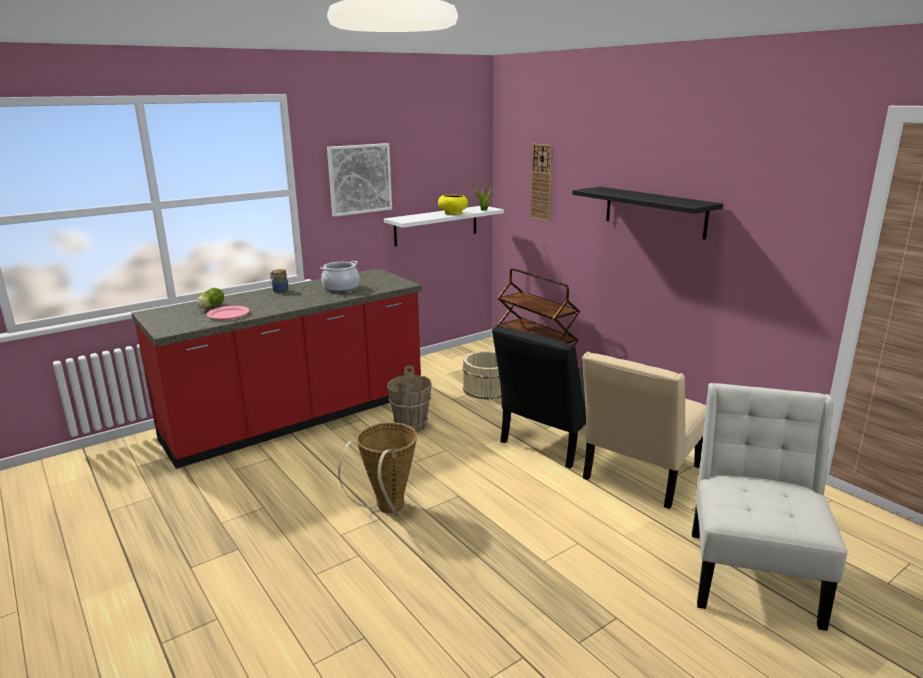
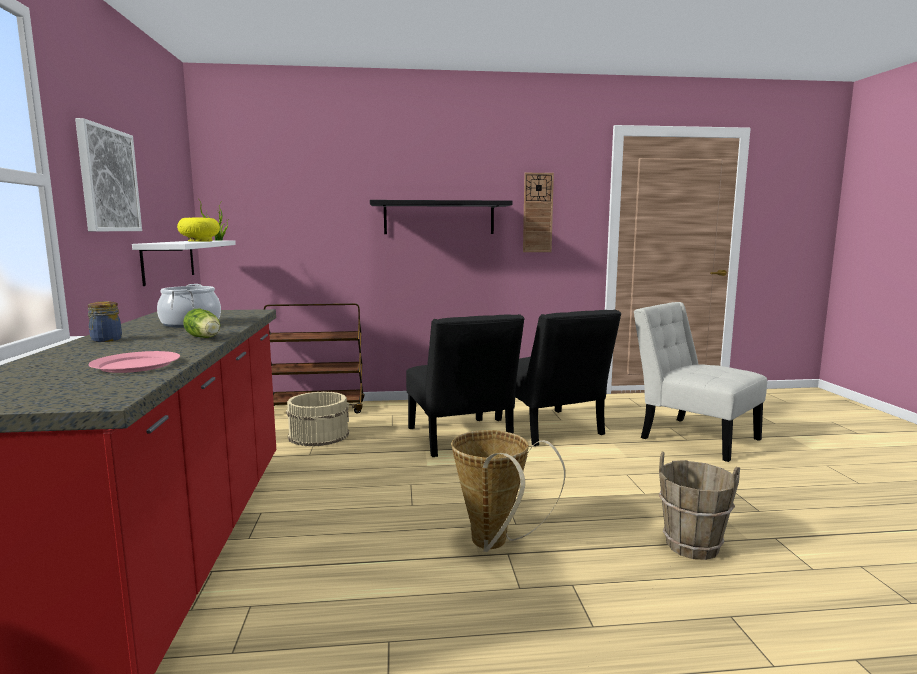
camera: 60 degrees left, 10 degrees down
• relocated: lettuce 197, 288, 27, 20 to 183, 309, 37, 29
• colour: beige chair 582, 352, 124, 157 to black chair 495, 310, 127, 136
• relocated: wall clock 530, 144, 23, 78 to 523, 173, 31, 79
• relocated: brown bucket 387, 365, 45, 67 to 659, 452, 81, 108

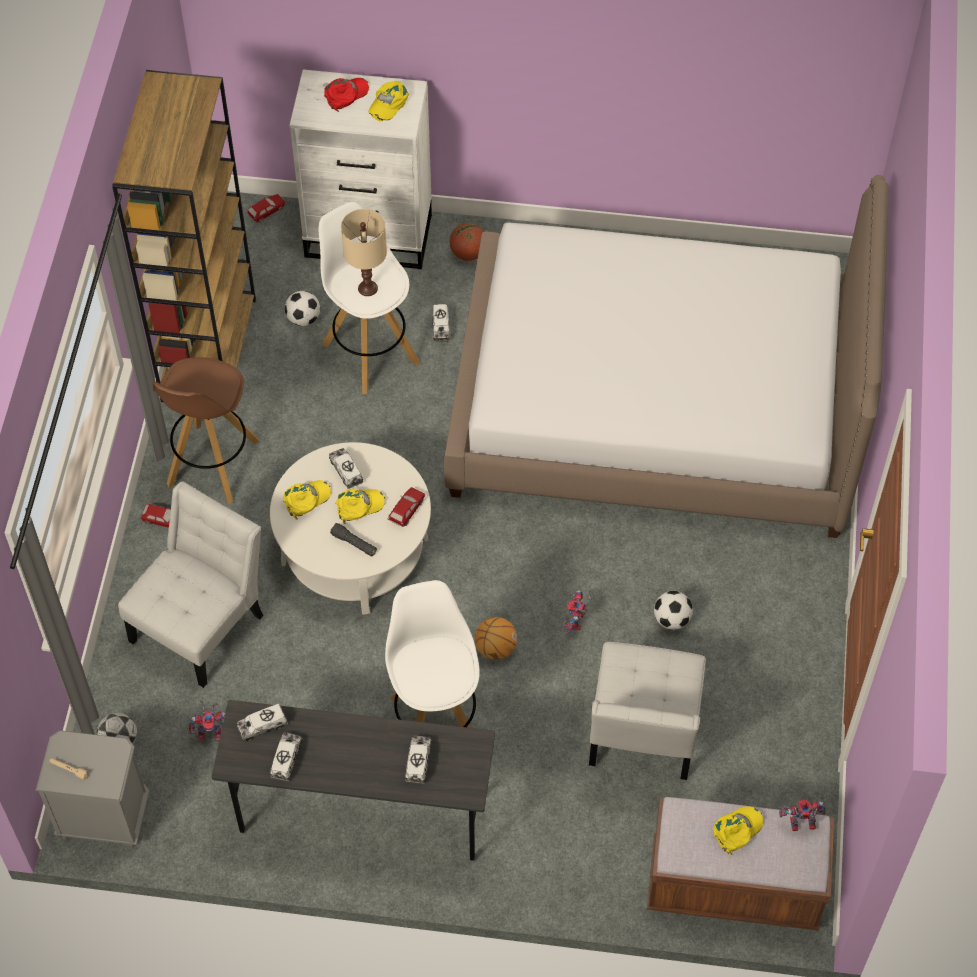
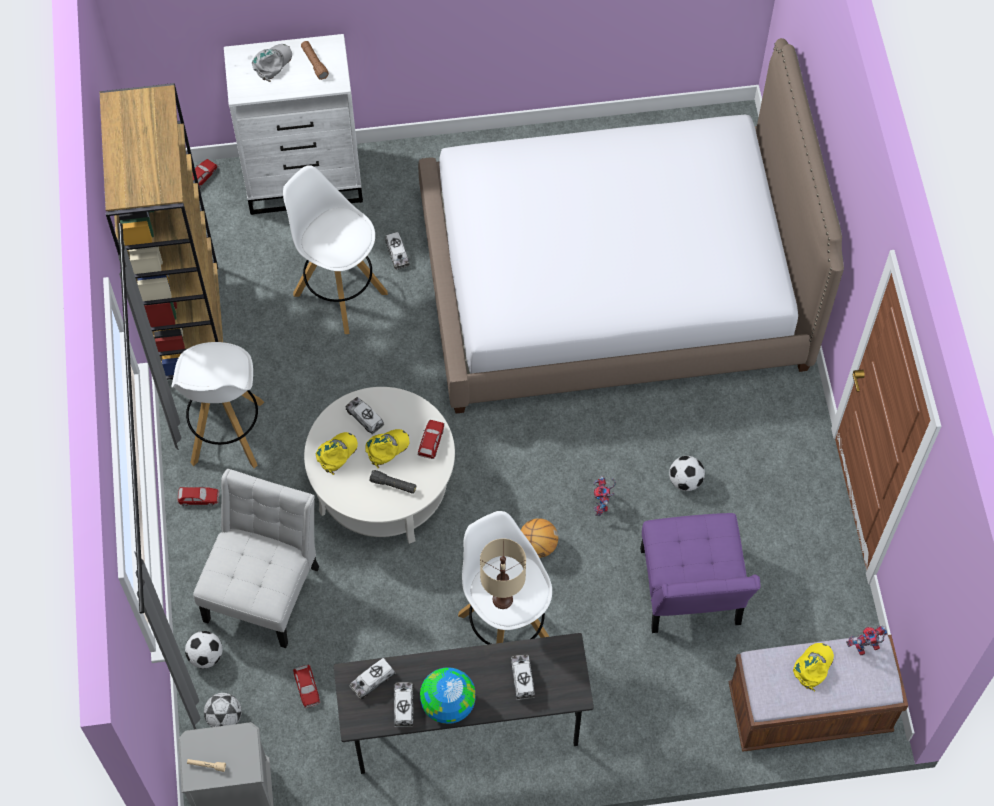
camera: 15 degrees left, 5 degrees up
• colour: brown stool 152, 357, 108, 147 to white stool 171, 342, 93, 126
• relocated: football 285, 291, 35, 35 to 185, 631, 38, 37
• colour: red cap 324, 78, 45, 34 to grey cap 252, 44, 40, 38
• exchanged: toy robot 189, 700, 36, 42 to toy car 293, 665, 27, 43
• exchanged: yellow cap 368, 81, 41, 40 to brown flashlight 301, 41, 28, 39
• appeared: globe 420, 667, 55, 57
• relocated: beige table lamp 341, 209, 46, 87 to 480, 539, 46, 70
• colour: white chair 589, 642, 117, 138 to purple chair 640, 513, 121, 120
• missing: basketball 450, 223, 34, 38

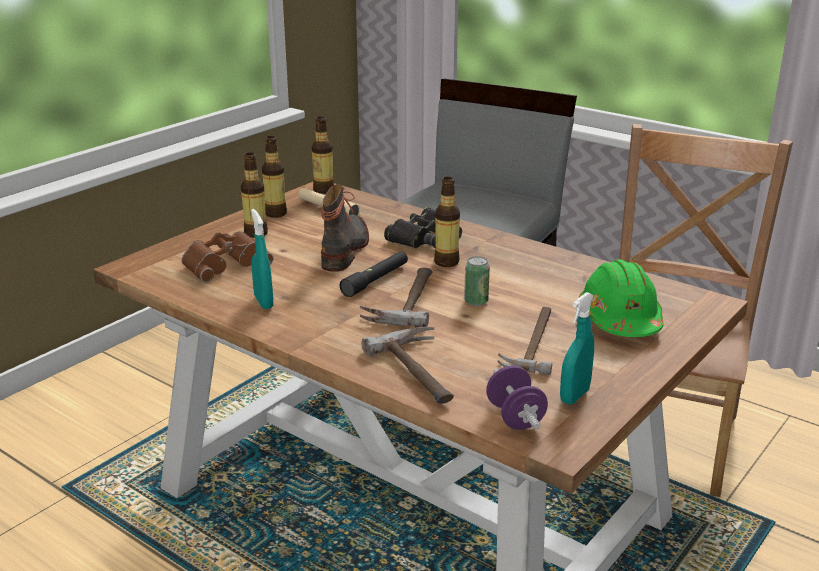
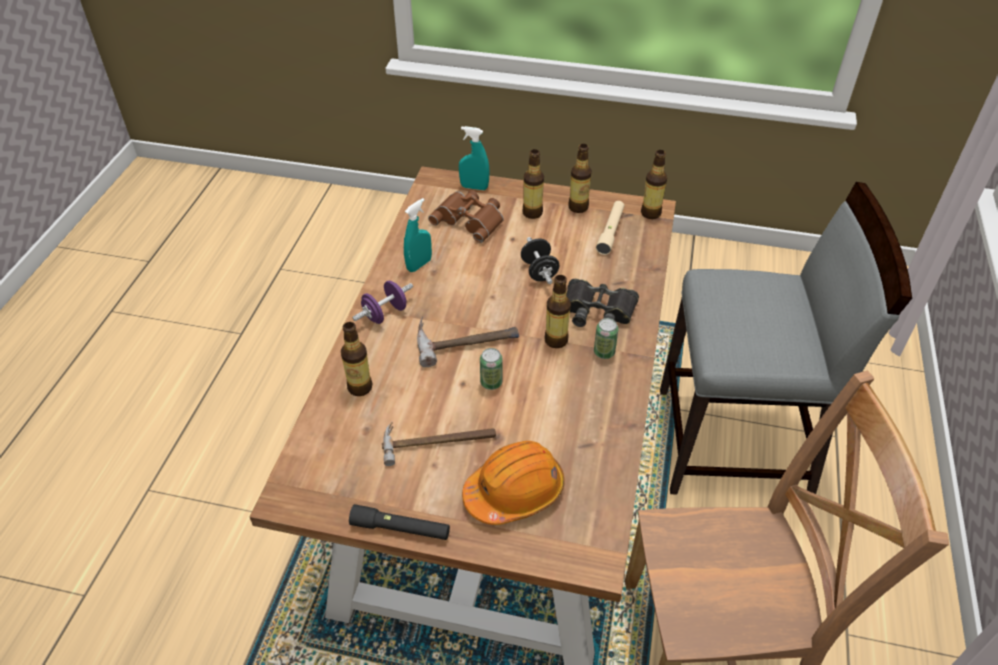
camera: 65 degrees right, 20 degrees up
• exchanged: hammer 361, 327, 93, 77 to bottle 341, 322, 31, 74
• relocated: black flashlight 340, 251, 68, 46 to 349, 504, 101, 36
• relocated: purple dumbbell 486, 366, 62, 64 to 352, 281, 61, 43
• relocated: turquoise spray bottle 560, 292, 34, 112 to 459, 126, 30, 64
• colour: green hard hat 579, 259, 84, 78 to orange hard hat 462, 441, 103, 84
• exchanged: boot 321, 184, 48, 88 to black dumbbell 521, 237, 38, 47
• appeared: can 594, 318, 24, 41

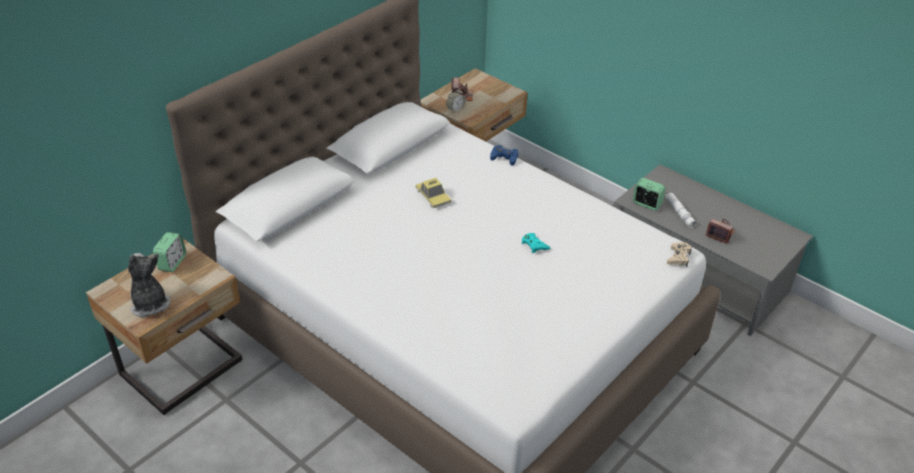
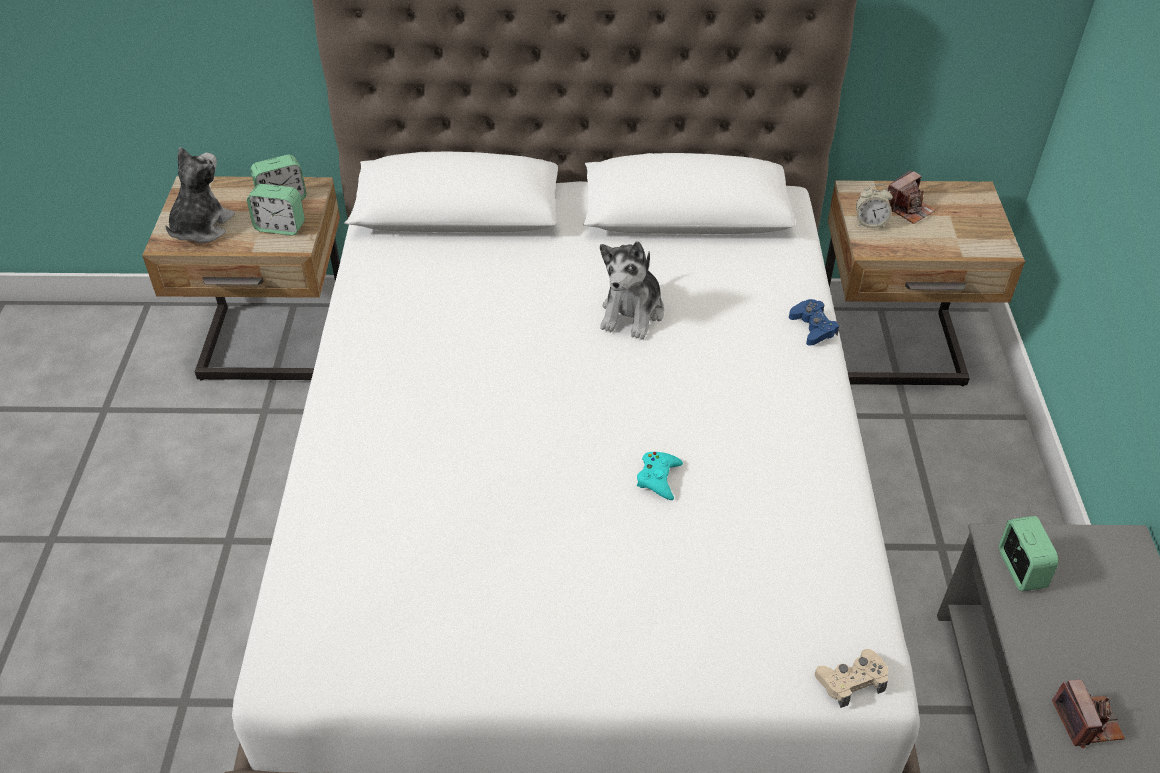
camera: 50 degrees right, 5 degrees up
• appeared: alarm clock 247, 184, 58, 51
• exchanged: toy car 416, 178, 35, 30 to plush toy 600, 241, 64, 99
• missing: white flashlight 665, 193, 31, 35

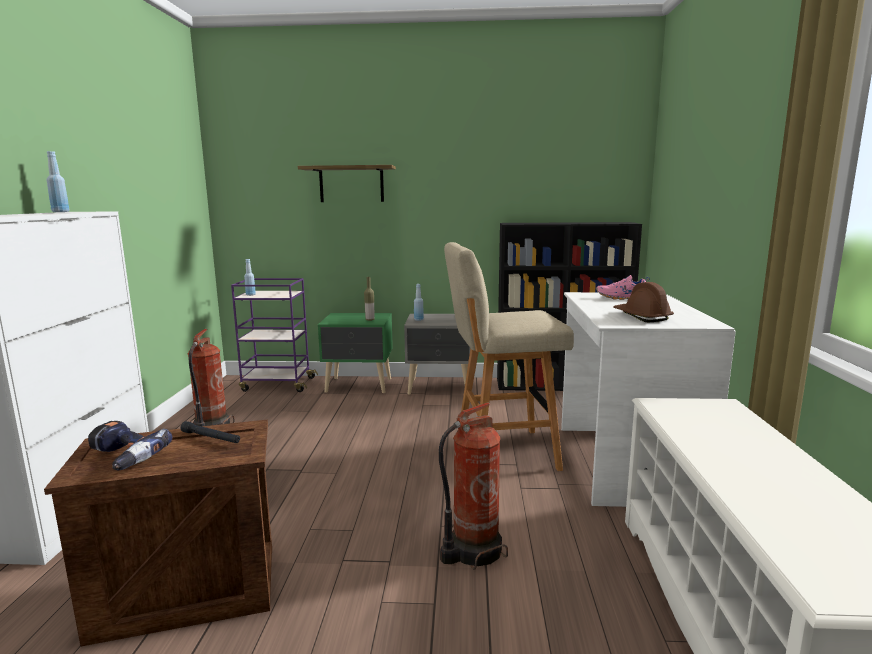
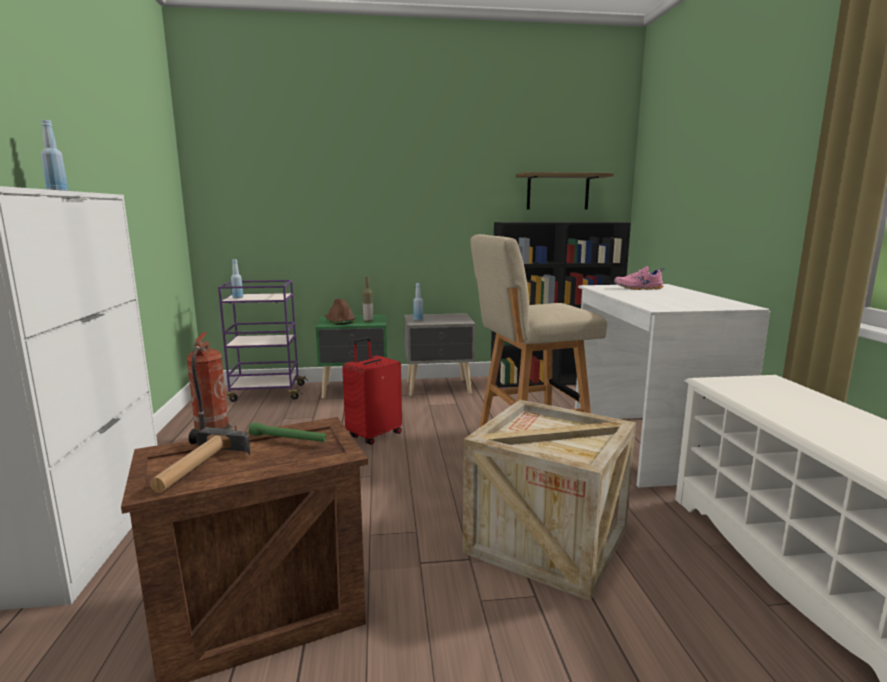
camera: 10 degrees left, 0 degrees up
• exchanged: power drill 88, 421, 85, 50 to hammer 150, 427, 100, 66
• colour: black flashlight 180, 421, 60, 22 to green flashlight 249, 423, 77, 19
• relocated: brown hard hat 613, 282, 61, 40 to 324, 299, 32, 26
• appeared: red suitcase 342, 337, 60, 108
• exchanged: fire extinguisher 439, 403, 69, 167 to crate 463, 400, 173, 201
• relocated: shelf 298, 165, 98, 37 to 515, 172, 99, 38

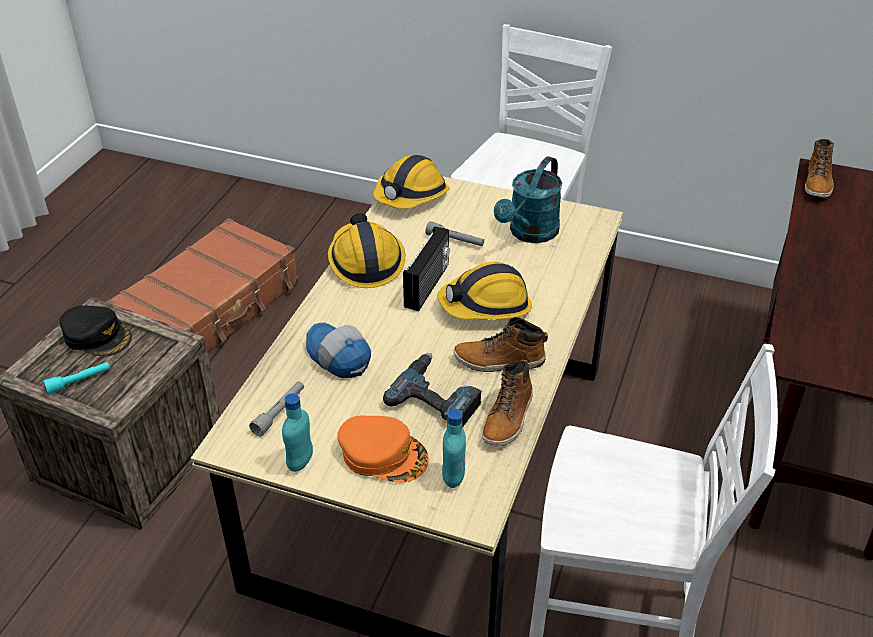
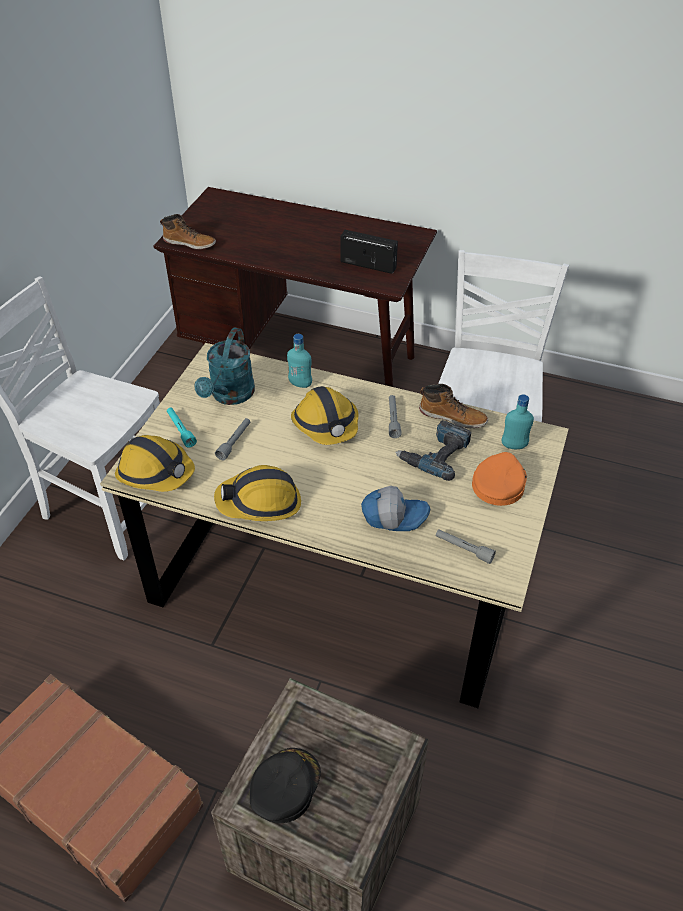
camera: 90 degrees left, 5 degrees up
• relocated: turquoise flashlight 44, 362, 66, 32 to 167, 408, 30, 40
• spun: turquoise watering can 494, 156, 68, 87 = 194, 328, 61, 77 75 degrees clockwise
• relocated: turquoise bottle 282, 393, 31, 79 to 287, 334, 25, 54
• relocated: radio 403, 226, 47, 86 to 340, 230, 58, 44
• spun: cap 306, 322, 65, 56 = 361, 486, 69, 45 135 degrees counterclockwise
• exchanged: boot 453, 317, 95, 55 to grey flashlight 389, 395, 13, 43

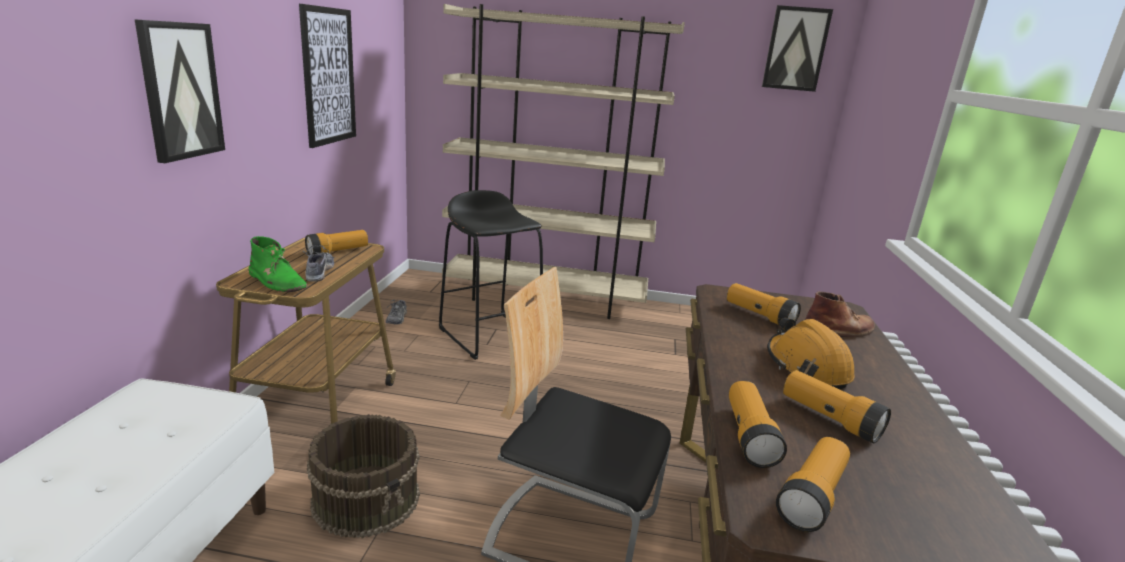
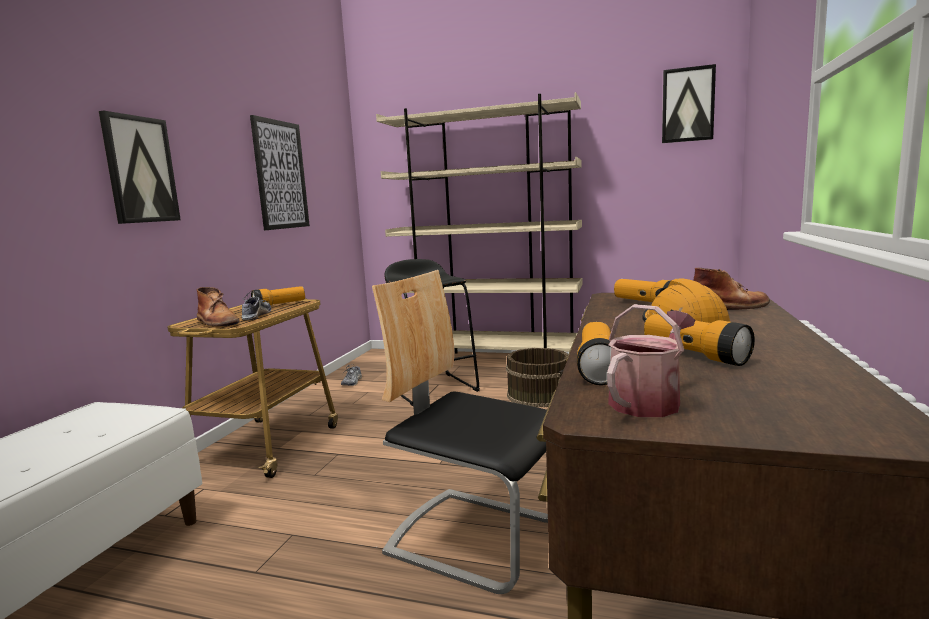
camera: 10 degrees right, 10 degrees down
• colour: green boot 249, 236, 58, 56 to brown boot 197, 287, 42, 39
• relocated: brown bucket 307, 414, 113, 124 to 506, 348, 62, 59
• exchanged: flashlight 776, 437, 74, 95 to watering can 607, 304, 88, 113

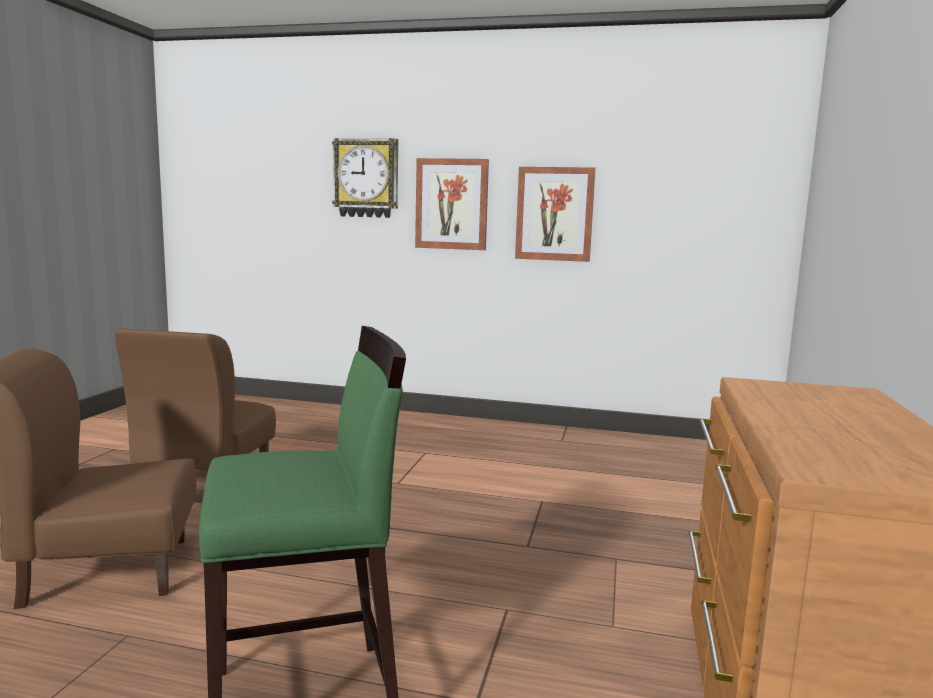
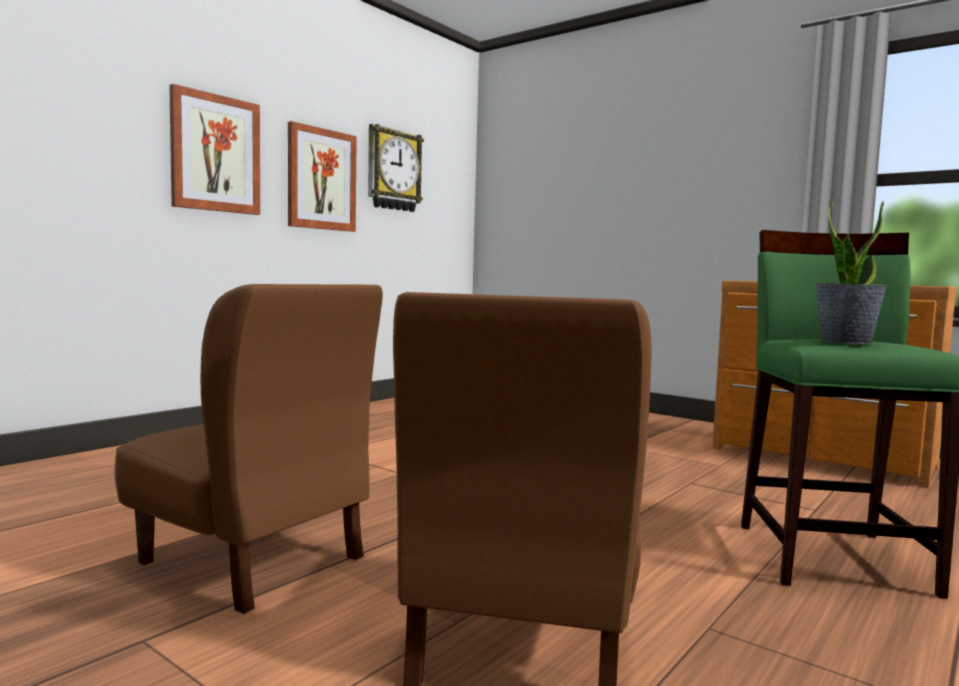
camera: 65 degrees left, 5 degrees down
• relocated: wall clock 332, 138, 66, 80 to 368, 124, 56, 88
• appeared: potted plant 815, 199, 73, 145

